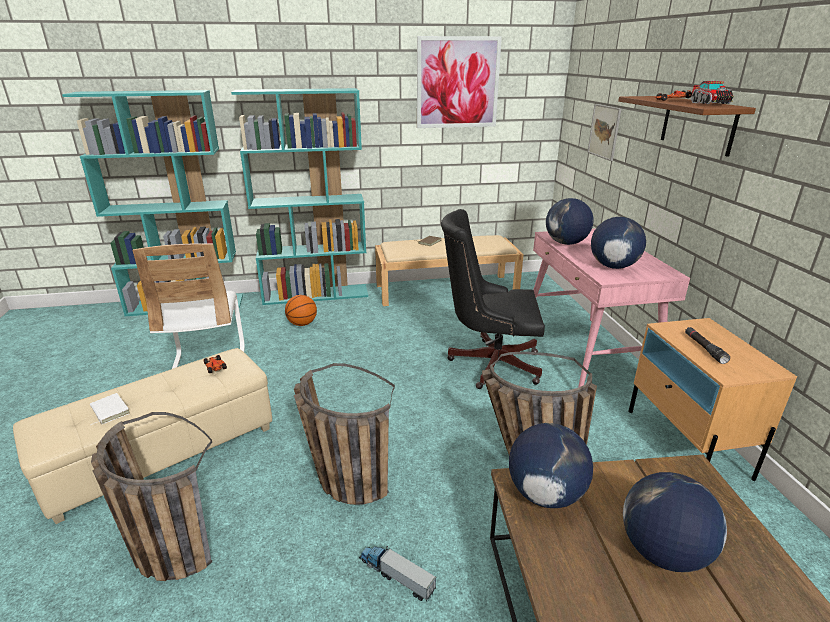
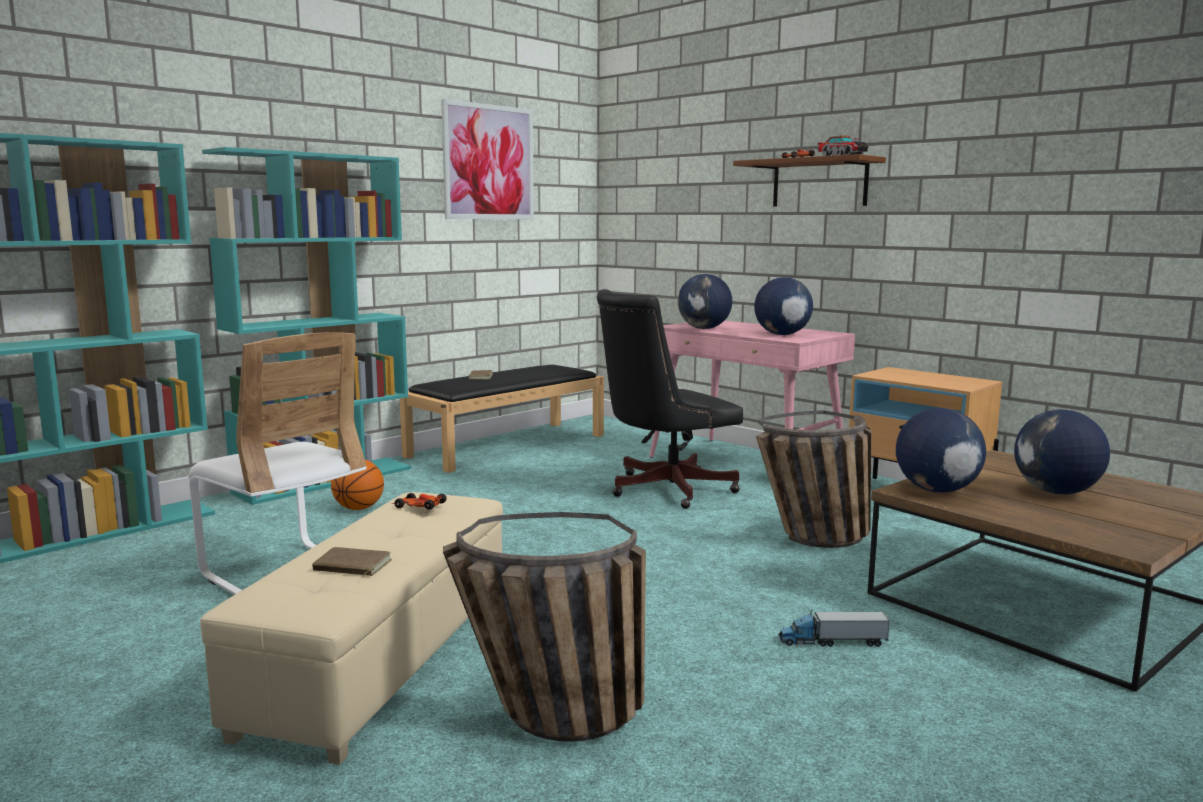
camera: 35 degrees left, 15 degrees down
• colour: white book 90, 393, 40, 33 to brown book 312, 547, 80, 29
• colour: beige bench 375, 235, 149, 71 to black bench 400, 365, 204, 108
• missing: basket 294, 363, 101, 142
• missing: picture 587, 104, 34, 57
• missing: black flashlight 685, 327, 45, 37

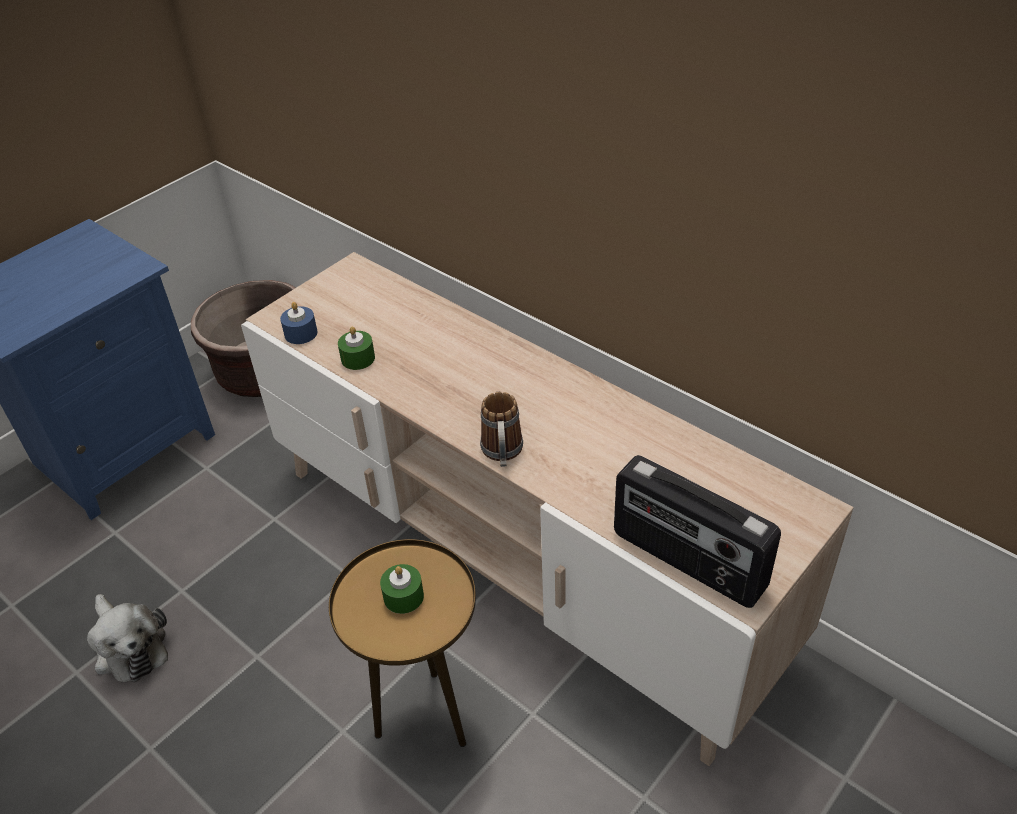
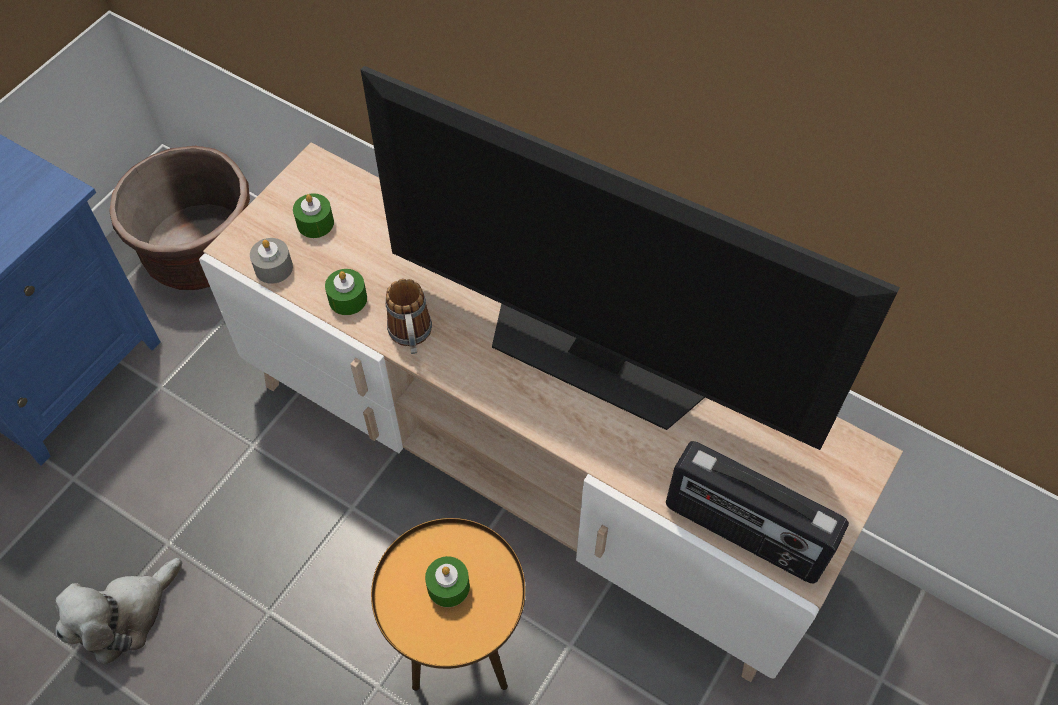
camera: 10 degrees left, 15 degrees up
• spun: plush toy 87, 594, 81, 89 = 56, 558, 127, 107 90 degrees clockwise
• colour: blue candle 280, 302, 37, 42 to grey candle 250, 238, 43, 46
• appeared: green candle 293, 193, 41, 45
• appeared: television 361, 66, 539, 384
• relocated: mug 480, 392, 43, 75 to 385, 279, 47, 75

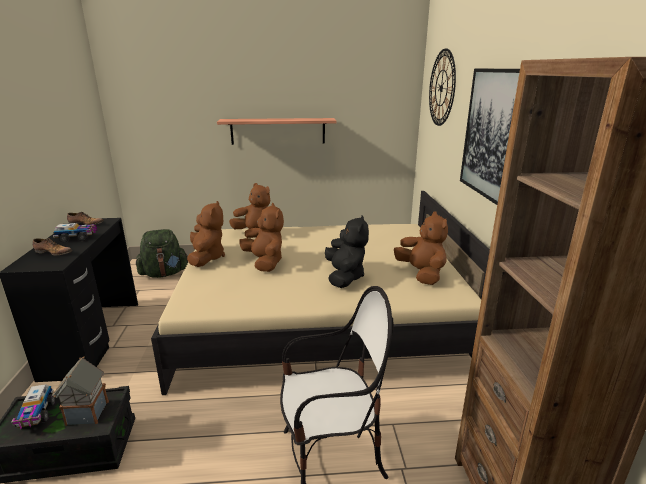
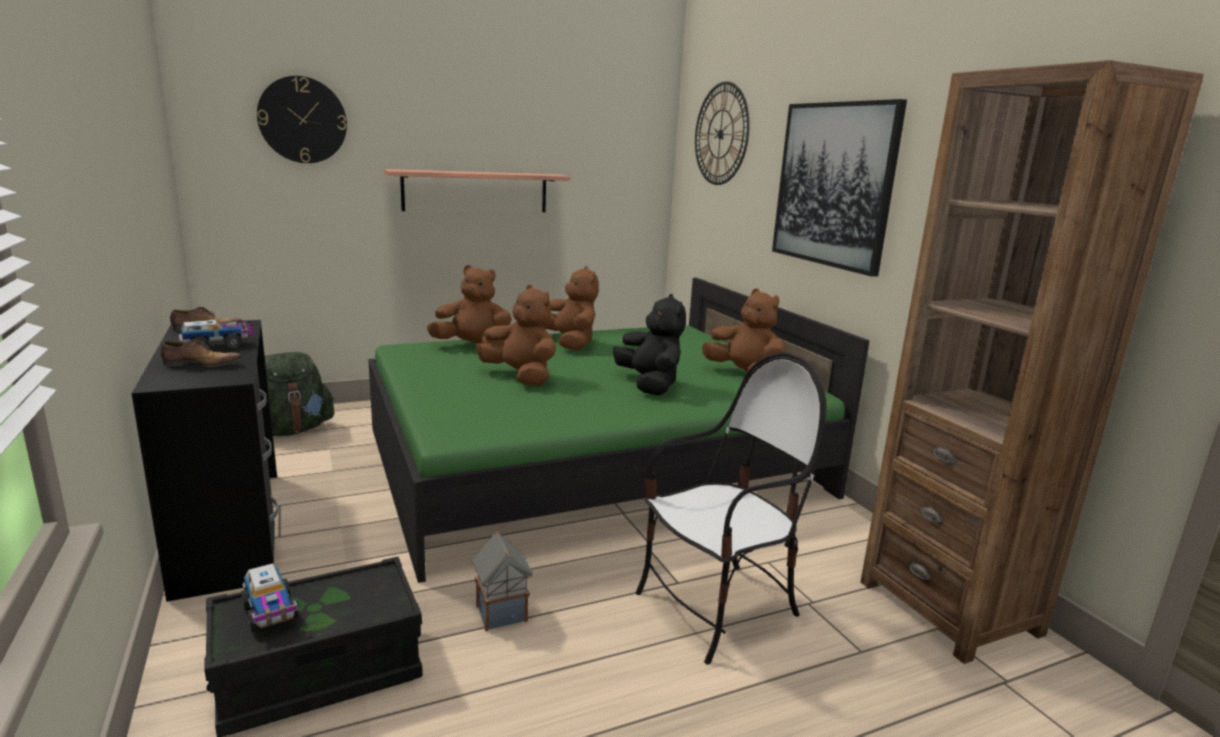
camera: 20 degrees left, 5 degrees down
• appeared: wall clock 257, 76, 90, 87
• colour: beige bed 151, 191, 339, 204 to green bed 368, 278, 502, 305
• relocated: toy house 52, 357, 57, 69 to 472, 530, 61, 101
• relocated: brown plush toy 187, 201, 38, 66 to 545, 266, 54, 84

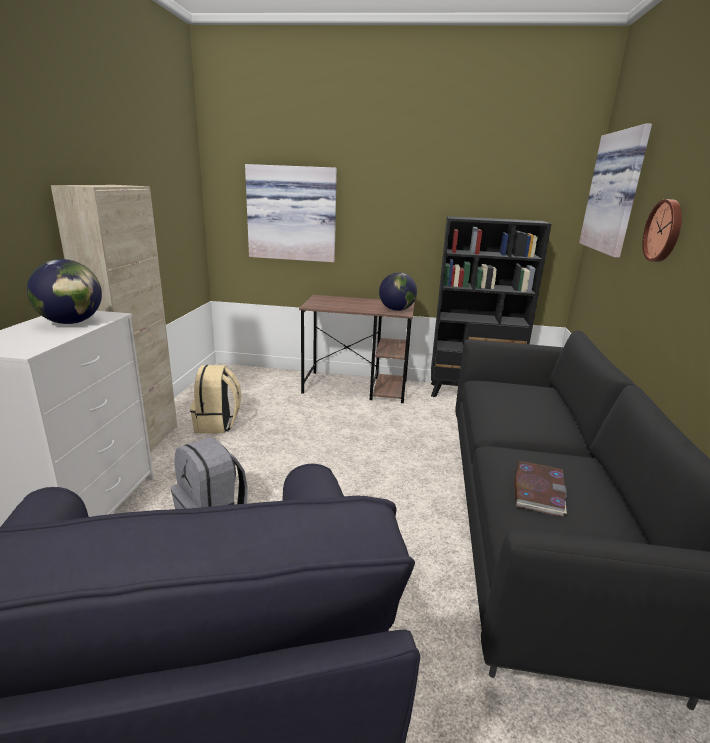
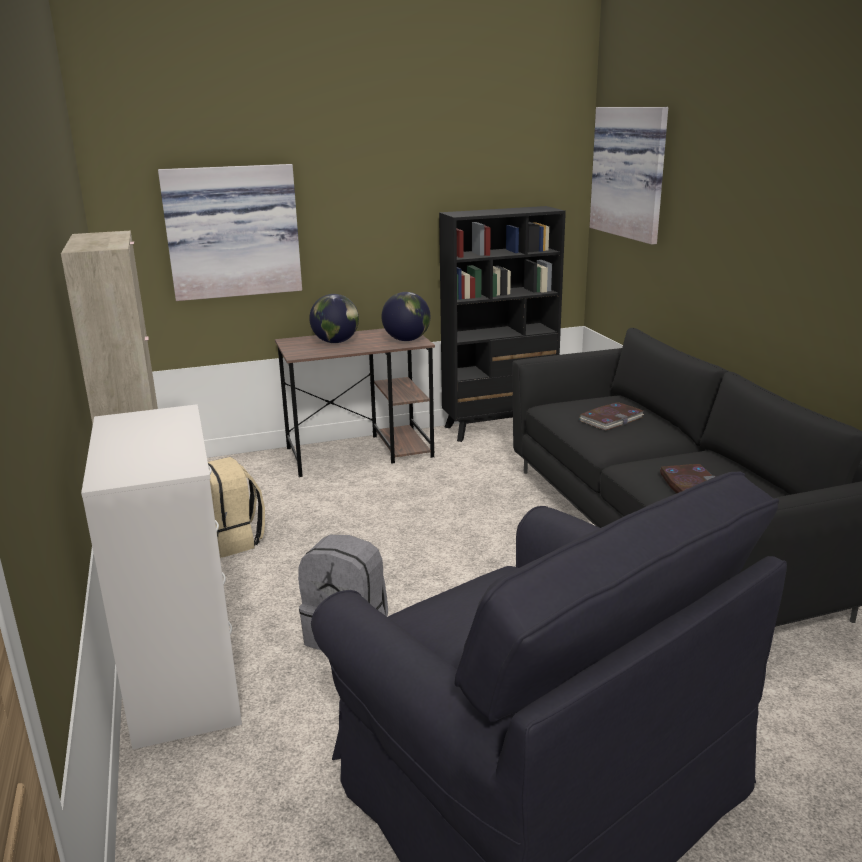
camera: 25 degrees left, 0 degrees up
• relocated: globe 27, 259, 75, 65 to 309, 294, 50, 49
• appeared: book 580, 402, 64, 28
• missing: wall clock 642, 199, 40, 63

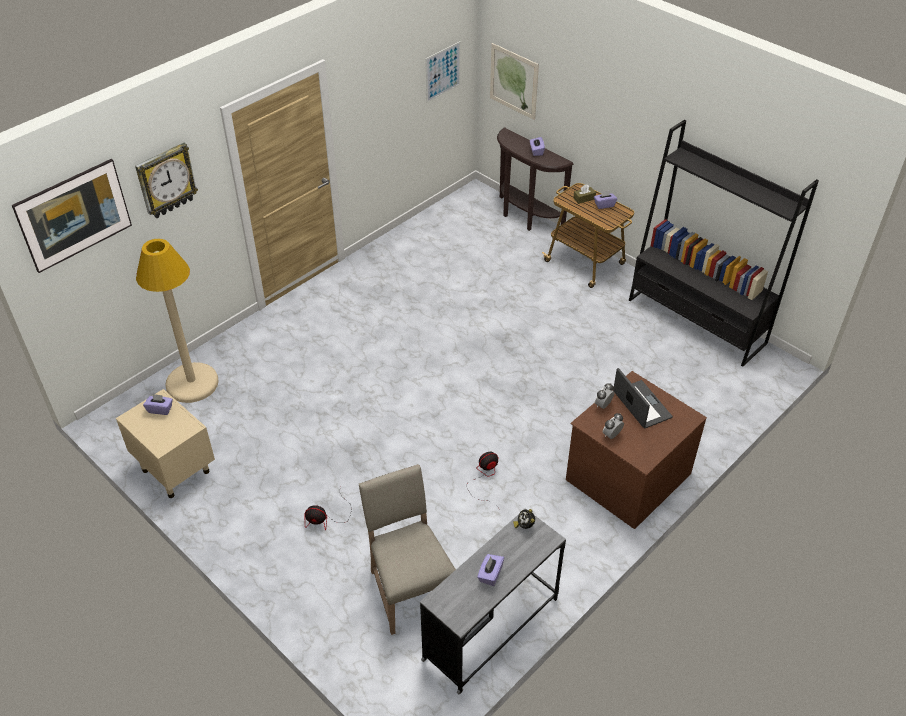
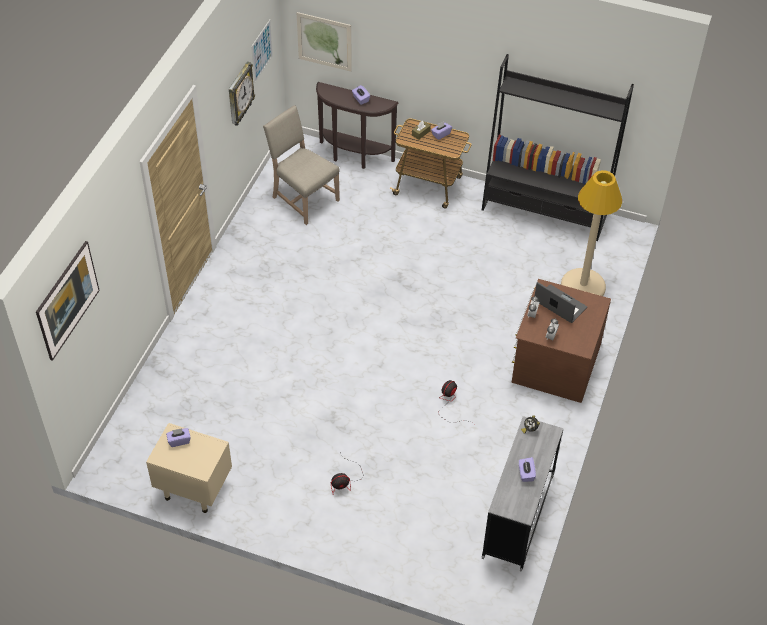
camera: 25 degrees left, 5 degrees up
• relocated: wall clock 135, 143, 63, 75 to 229, 61, 26, 65
• relocated: beige chair 359, 464, 97, 171 to 263, 105, 77, 120
• relocated: beige floor lamp 136, 239, 83, 164 to 561, 170, 61, 126

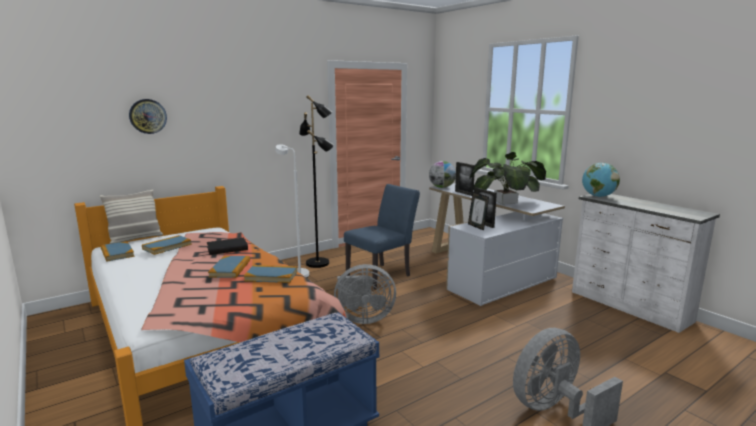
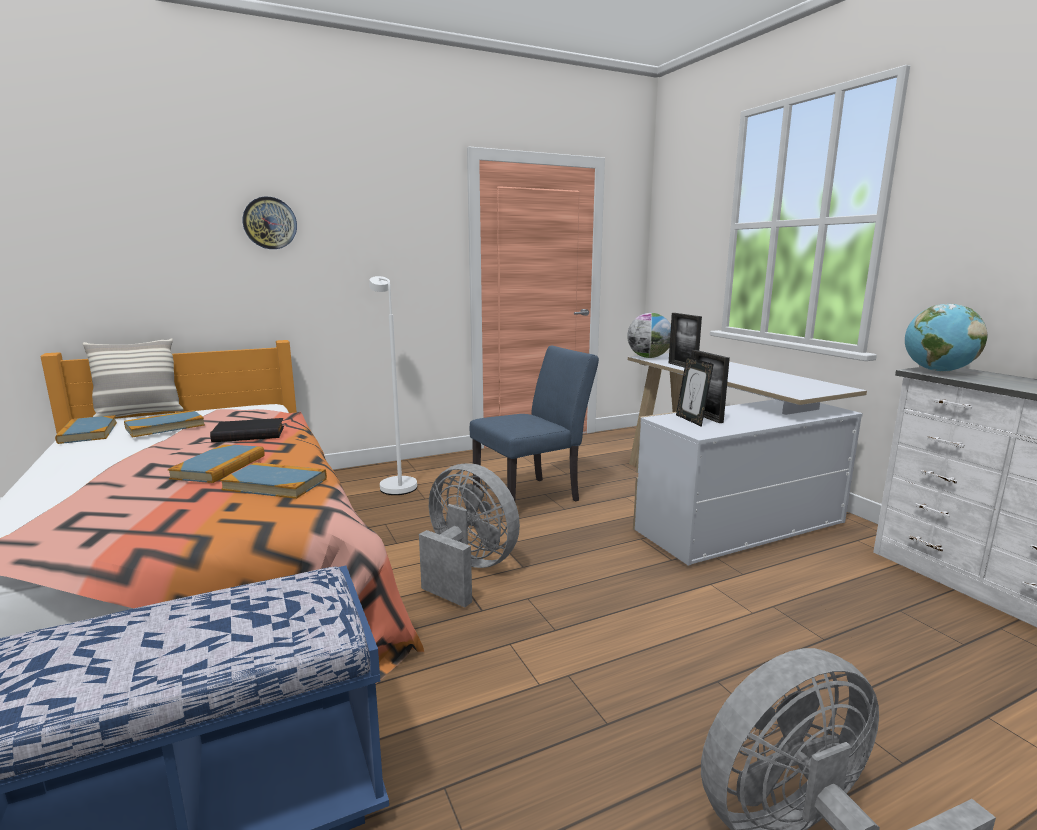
camera: 10 degrees right, 0 degrees up
• relocated: wall clock 129, 99, 38, 35 to 243, 197, 54, 52
• spun: grey fan 334, 264, 62, 60 = 419, 463, 101, 145 150 degrees counterclockwise
• missing: black floor lamp 299, 95, 34, 173
• missing: potted plant 469, 152, 77, 52

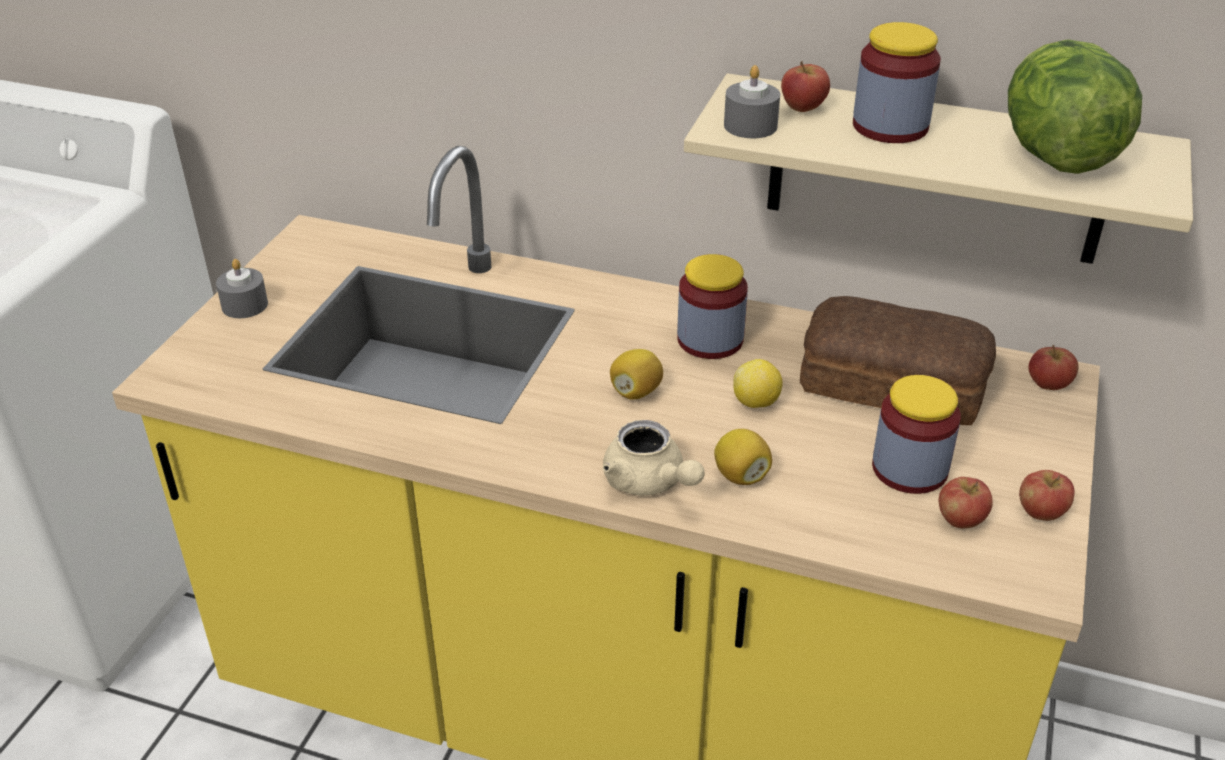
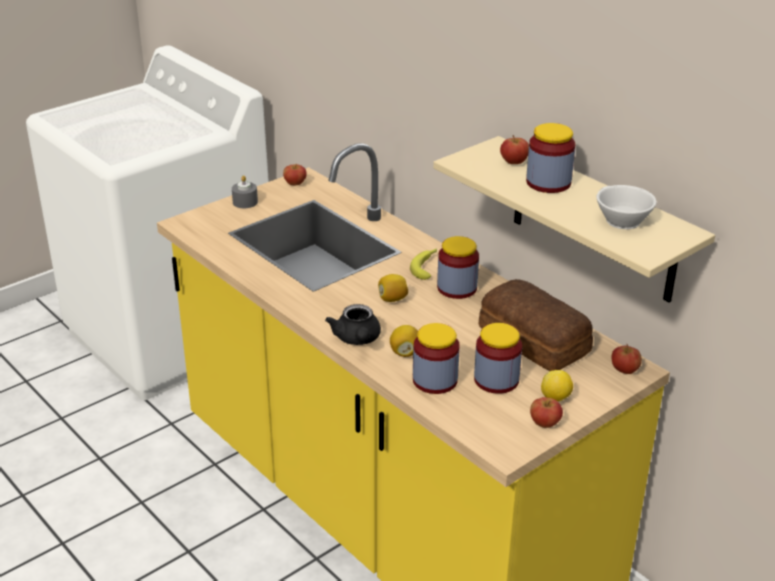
camera: 30 degrees right, 5 degrees down
• relocated: apple 939, 477, 54, 51 to 283, 164, 24, 22
• colour: beige teapot 602, 420, 103, 76 to black teapot 325, 304, 56, 41
• appeared: banana 410, 248, 27, 32
• appeared: jar 413, 323, 47, 71
• relocated: lemon 733, 359, 50, 49 to 541, 370, 32, 31
• exchanged: lettuce 1008, 39, 134, 135 to white cup 596, 185, 61, 44
• missing: grey candle 724, 65, 56, 73

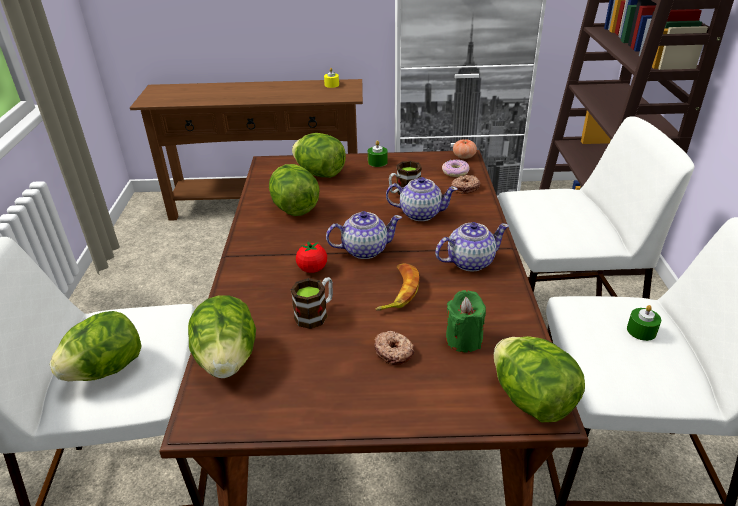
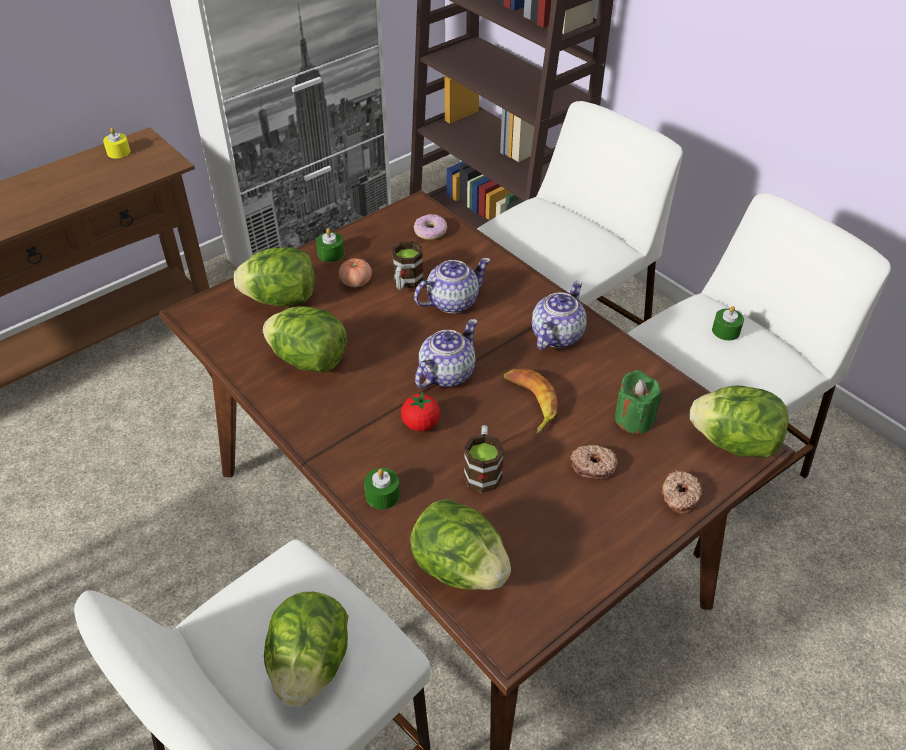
camera: 40 degrees left, 10 degrees up
• relocated: tomato 453, 139, 24, 20 to 339, 258, 33, 29
• appeared: green candle 364, 468, 36, 41
• relocated: donut 451, 175, 29, 19 to 661, 470, 42, 44

